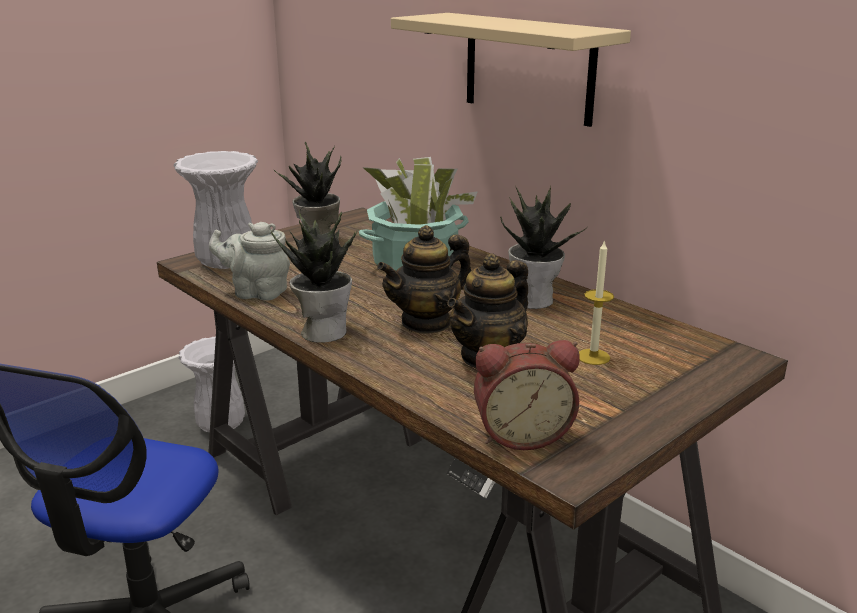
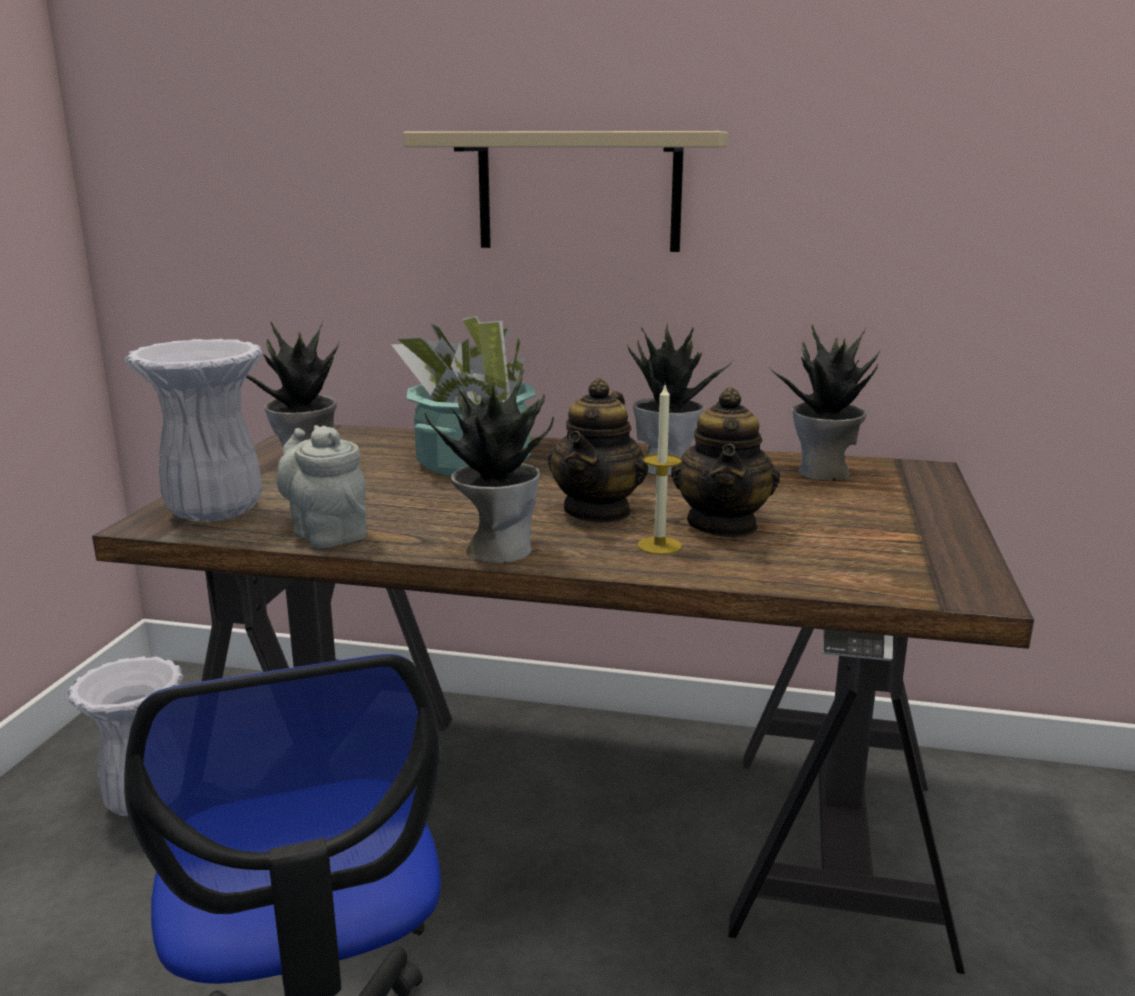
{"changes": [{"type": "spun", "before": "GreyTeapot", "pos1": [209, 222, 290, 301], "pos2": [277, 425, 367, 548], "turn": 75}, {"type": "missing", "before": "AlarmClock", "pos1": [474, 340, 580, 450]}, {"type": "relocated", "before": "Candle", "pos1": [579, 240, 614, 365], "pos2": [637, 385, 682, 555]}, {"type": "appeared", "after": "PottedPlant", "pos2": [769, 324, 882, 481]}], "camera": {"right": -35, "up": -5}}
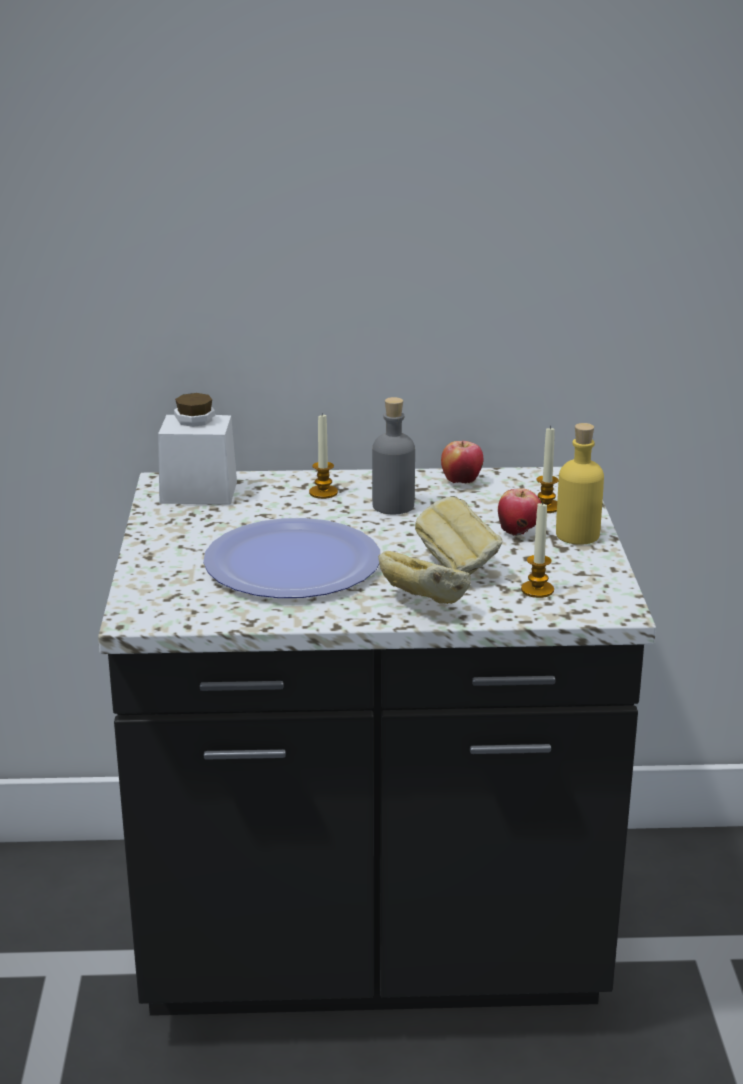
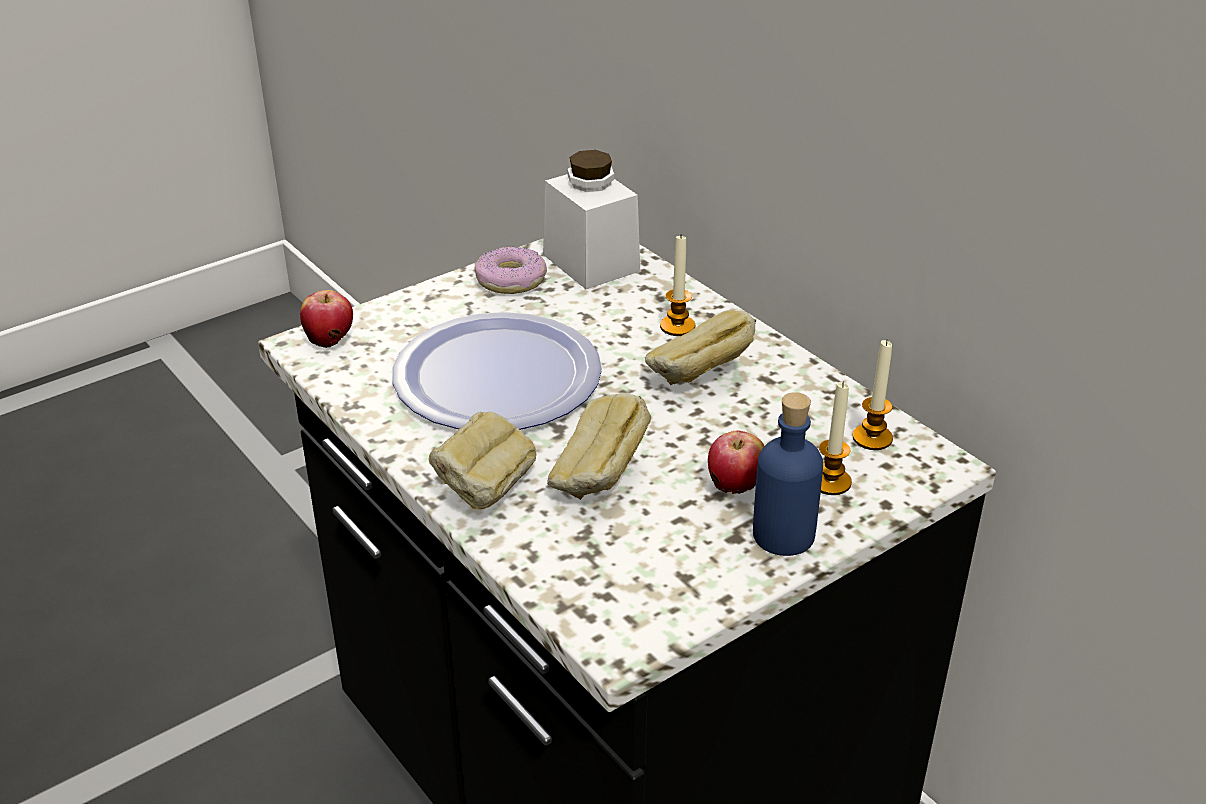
{"changes": [{"type": "exchanged", "before": "GreyBottle", "after": "Bread", "pos1": [372, 397, 415, 514], "pos2": [645, 310, 756, 385]}, {"type": "relocated", "before": "Apple", "pos1": [441, 441, 484, 483], "pos2": [300, 290, 353, 348]}, {"type": "relocated", "before": "Candle", "pos1": [521, 501, 554, 598], "pos2": [853, 340, 893, 450]}, {"type": "colour", "before": "YellowBottle", "after": "BlueBottle", "pos1": [556, 423, 604, 545], "pos2": [753, 392, 823, 556]}, {"type": "appeared", "after": "Donut", "pos2": [474, 247, 547, 294]}], "camera": {"right": 55, "up": 10}}
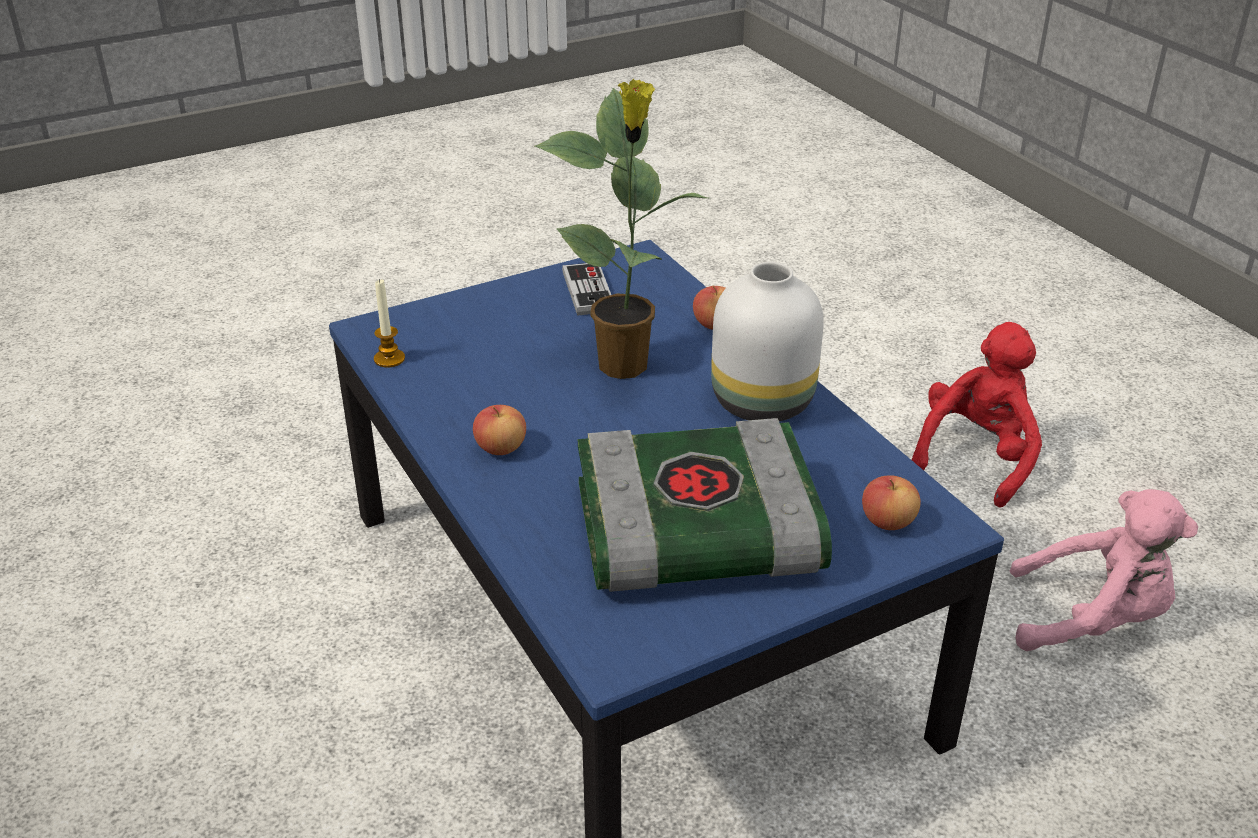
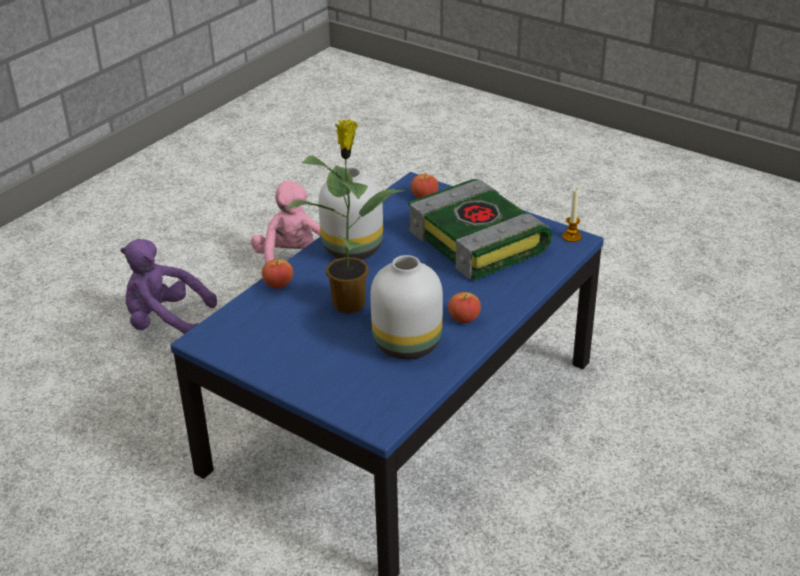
{"changes": [{"type": "relocated", "before": "Candle", "pos1": [374, 279, 405, 368], "pos2": [562, 188, 581, 242]}, {"type": "missing", "before": "GameController", "pos1": [562, 263, 611, 316]}, {"type": "colour", "before": "RedPlushToy", "after": "PurplePlushToy", "pos1": [912, 322, 1042, 508], "pos2": [121, 239, 217, 334]}, {"type": "appeared", "after": "WhiteVase", "pos2": [370, 255, 443, 359]}], "camera": {"right": -115, "up": 0}}
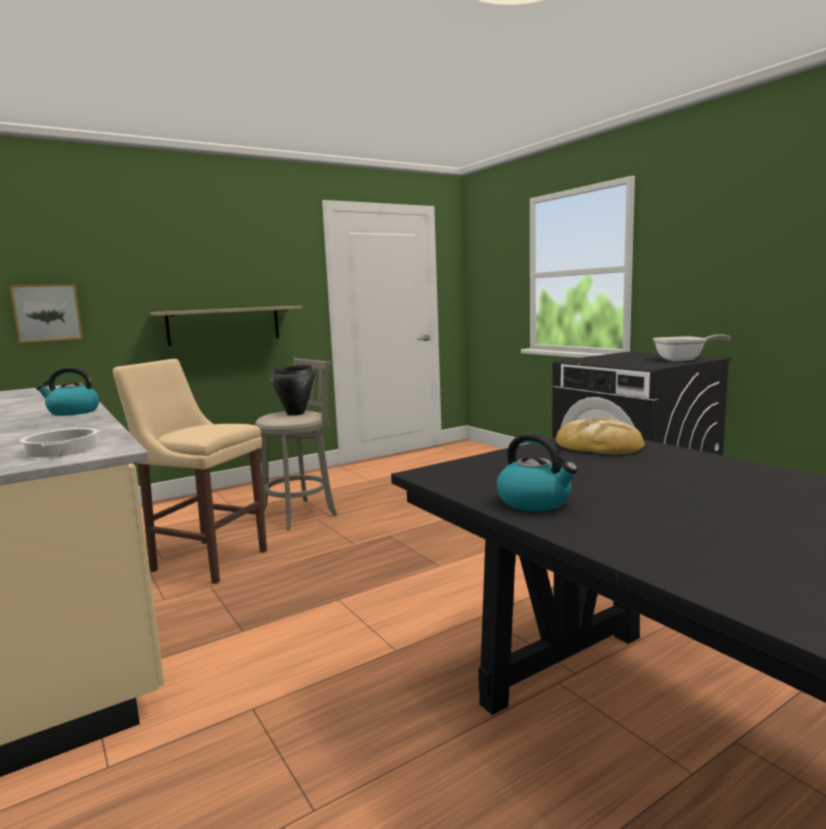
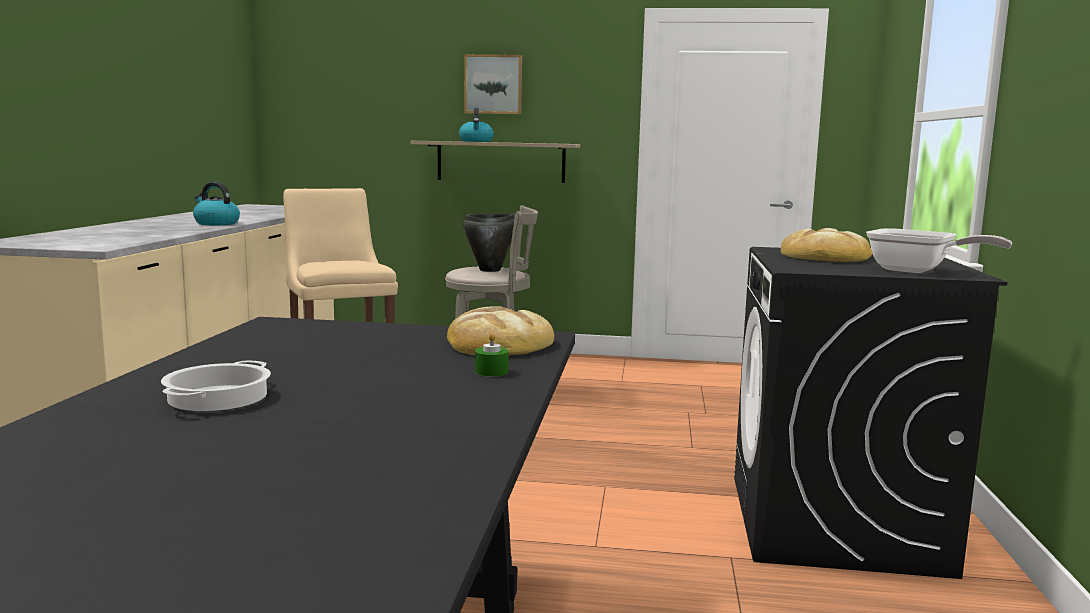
{"changes": [{"type": "relocated", "before": "Picture", "pos1": [10, 283, 83, 343], "pos2": [464, 54, 522, 114]}, {"type": "relocated", "before": "CookingPot", "pos1": [20, 427, 99, 457], "pos2": [161, 360, 271, 411]}, {"type": "relocated", "before": "Kettle", "pos1": [497, 433, 578, 511], "pos2": [459, 108, 494, 142]}, {"type": "appeared", "after": "GreenCandle", "pos2": [475, 333, 509, 376]}, {"type": "appeared", "after": "Bread", "pos2": [781, 228, 872, 262]}], "camera": {"right": 40, "up": 0}}
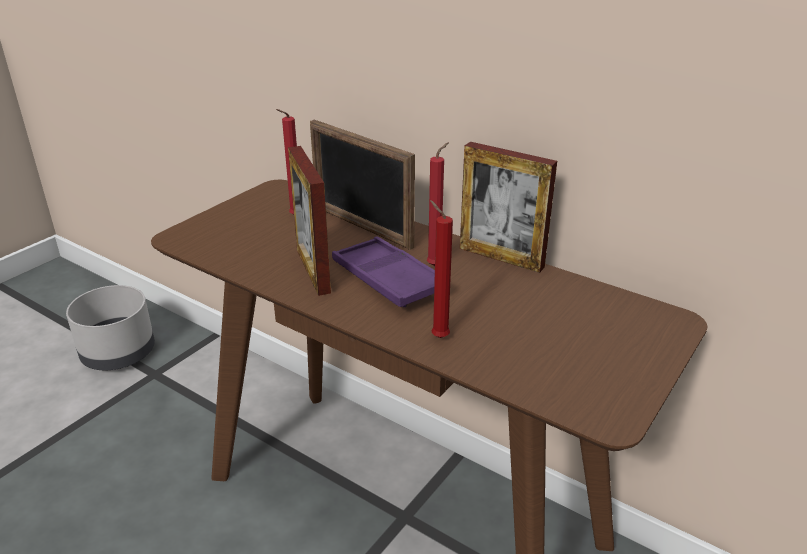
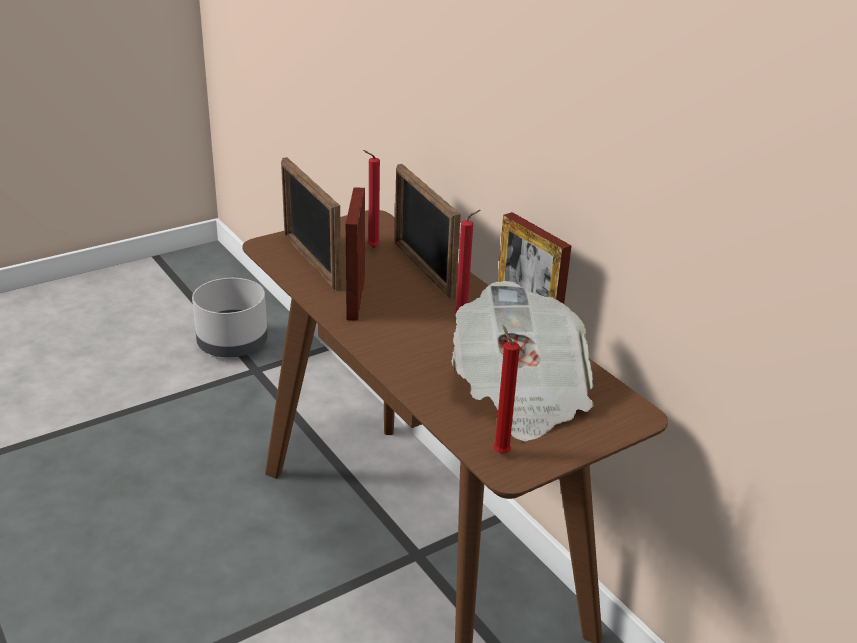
{"changes": [{"type": "missing", "before": "PurpleTray", "pos1": [332, 236, 435, 307]}, {"type": "relocated", "before": "RedCandle", "pos1": [430, 200, 453, 338], "pos2": [493, 325, 520, 454]}, {"type": "appeared", "after": "PictureFrame", "pos2": [281, 157, 341, 291]}, {"type": "appeared", "after": "Newspaper", "pos2": [451, 281, 594, 442]}], "camera": {"right": 20, "up": 0}}
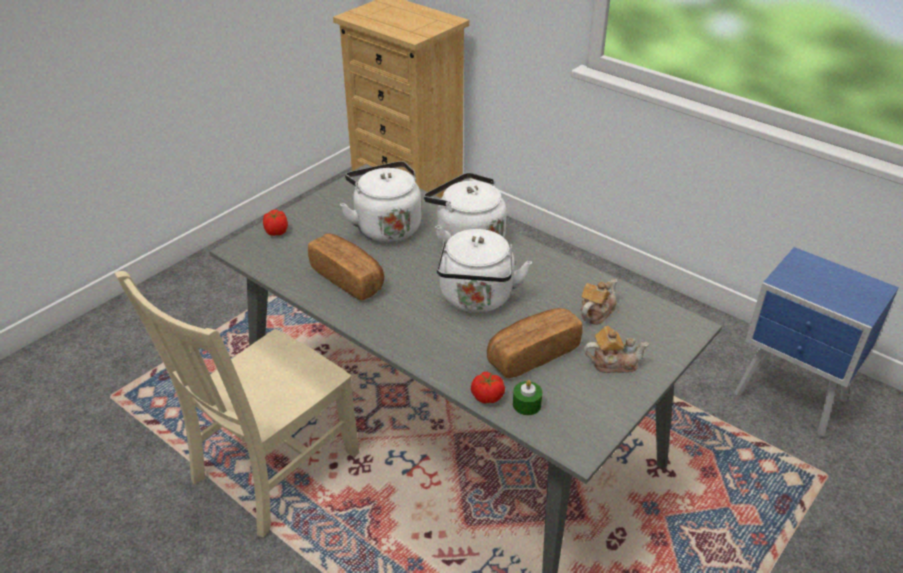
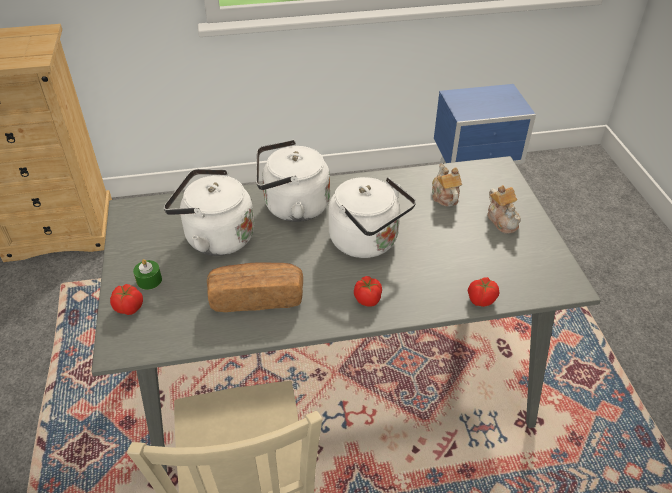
{"changes": [{"type": "missing", "before": "Bread", "pos1": [487, 308, 583, 378]}, {"type": "relocated", "before": "GreenCandle", "pos1": [513, 380, 543, 415], "pos2": [133, 259, 162, 290]}, {"type": "spun", "before": "Teapot", "pos1": [584, 326, 649, 373], "pos2": [487, 185, 521, 234], "turn": 120}, {"type": "appeared", "after": "Tomato", "pos2": [354, 276, 382, 307]}], "camera": {"right": -50, "up": 5}}
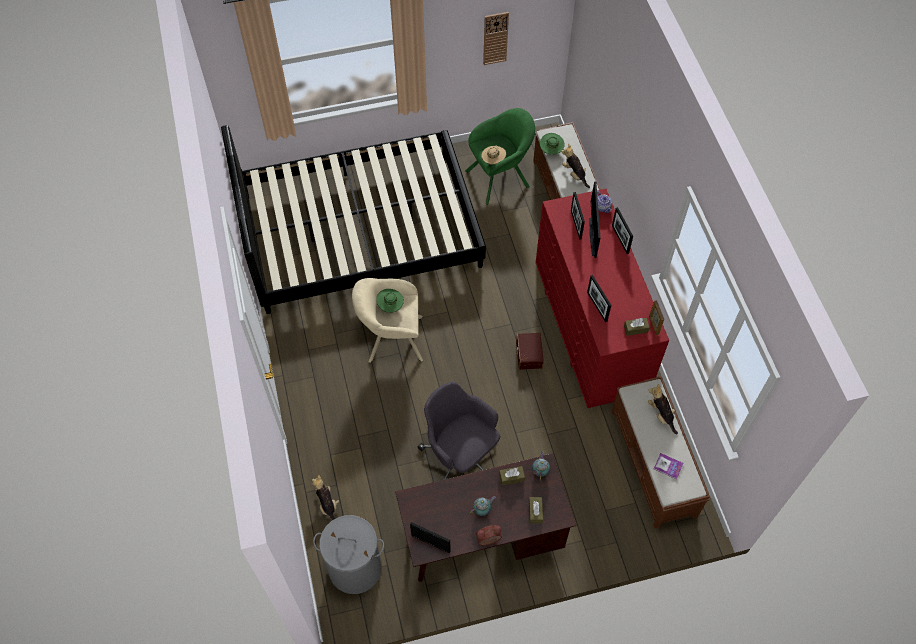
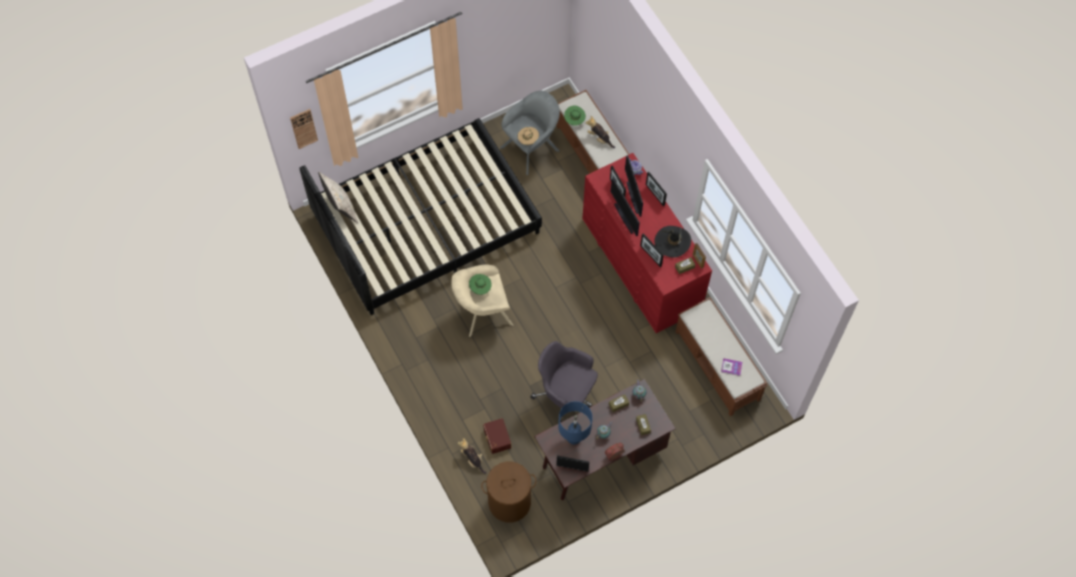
{"changes": [{"type": "colour", "before": "GreyLaundryBasket", "after": "BrownLaundryBasket", "pos1": [313, 515, 384, 594], "pos2": [481, 462, 536, 523]}, {"type": "colour", "before": "GreenArmchair", "after": "GreyArmchair", "pos1": [465, 108, 535, 205], "pos2": [500, 91, 560, 175]}, {"type": "relocated", "before": "WallClock", "pos1": [483, 12, 509, 65], "pos2": [290, 109, 318, 149]}, {"type": "relocated", "before": "BrownStorageBox", "pos1": [516, 333, 544, 370], "pos2": [483, 418, 511, 454]}, {"type": "missing", "before": "PlushToy", "pos1": [648, 384, 678, 434]}, {"type": "appeared", "after": "BeigePillow", "pos2": [318, 172, 358, 223]}, {"type": "appeared", "after": "BlueTableLamp", "pos2": [558, 401, 593, 445]}, {"type": "appeared", "after": "Monitor", "pos2": [611, 178, 640, 236]}, {"type": "appeared", "after": "BlackHat", "pos2": [654, 226, 691, 257]}], "camera": {"right": -15, "up": 5}}
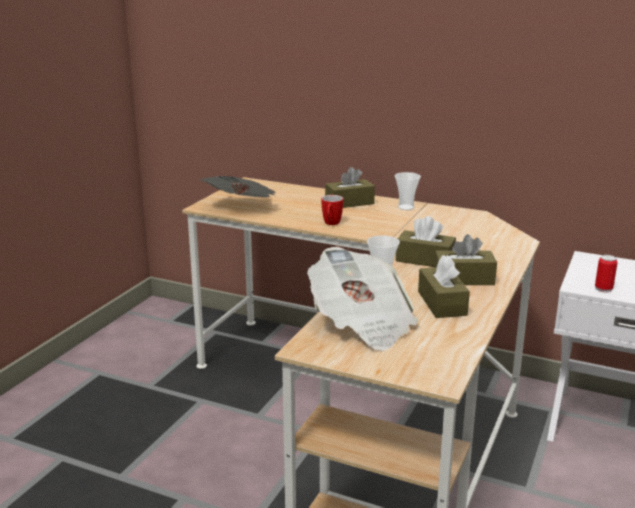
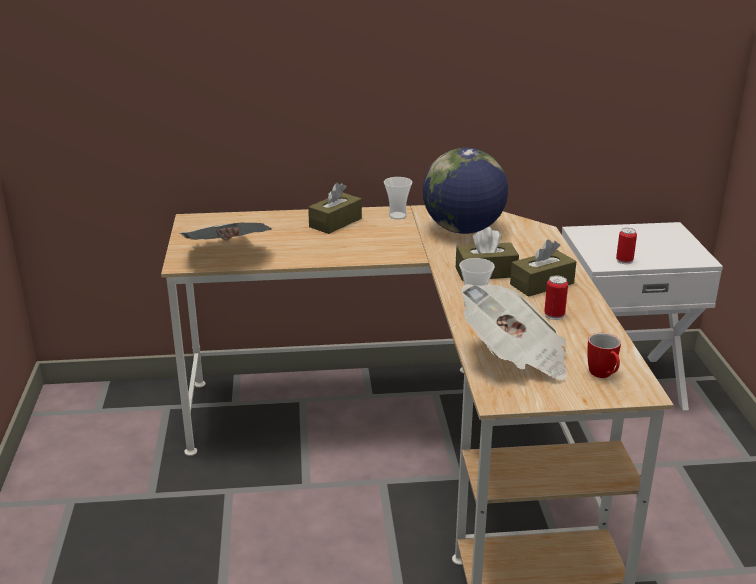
{"changes": [{"type": "relocated", "before": "Mug", "pos1": [321, 195, 344, 225], "pos2": [587, 333, 621, 378]}, {"type": "exchanged", "before": "BrownTissueBox", "after": "Can", "pos1": [418, 255, 470, 318], "pos2": [544, 275, 568, 320]}, {"type": "appeared", "after": "Globe", "pos2": [423, 148, 508, 234]}], "camera": {"right": -30, "up": 5}}
